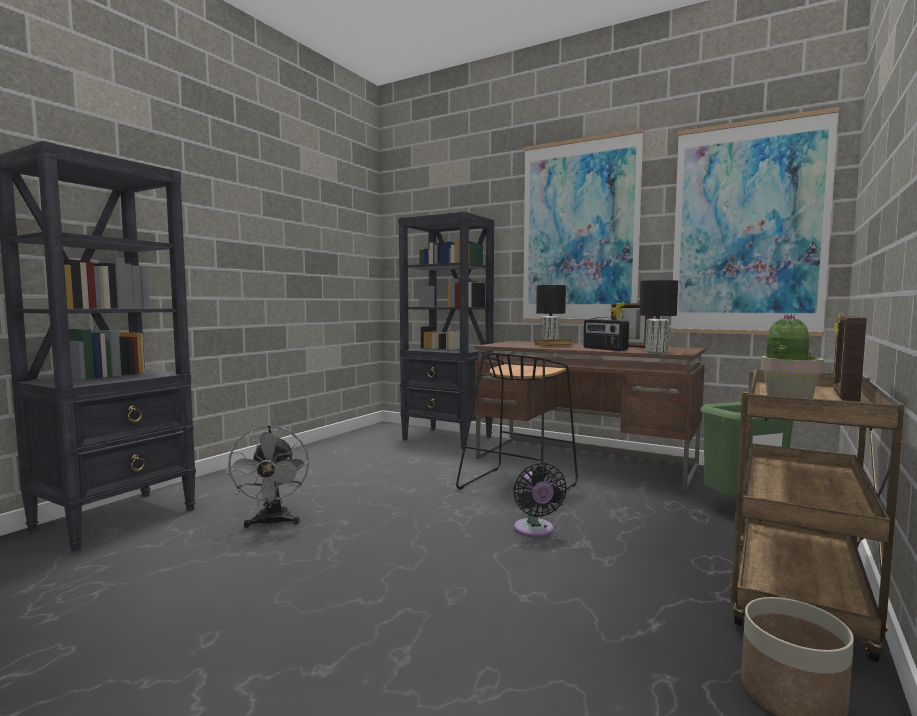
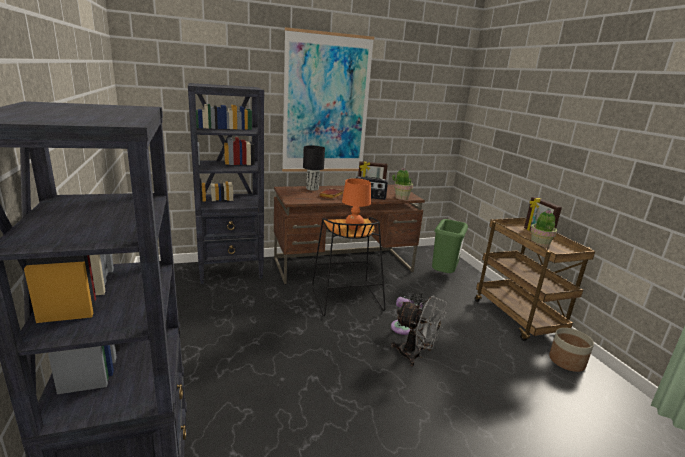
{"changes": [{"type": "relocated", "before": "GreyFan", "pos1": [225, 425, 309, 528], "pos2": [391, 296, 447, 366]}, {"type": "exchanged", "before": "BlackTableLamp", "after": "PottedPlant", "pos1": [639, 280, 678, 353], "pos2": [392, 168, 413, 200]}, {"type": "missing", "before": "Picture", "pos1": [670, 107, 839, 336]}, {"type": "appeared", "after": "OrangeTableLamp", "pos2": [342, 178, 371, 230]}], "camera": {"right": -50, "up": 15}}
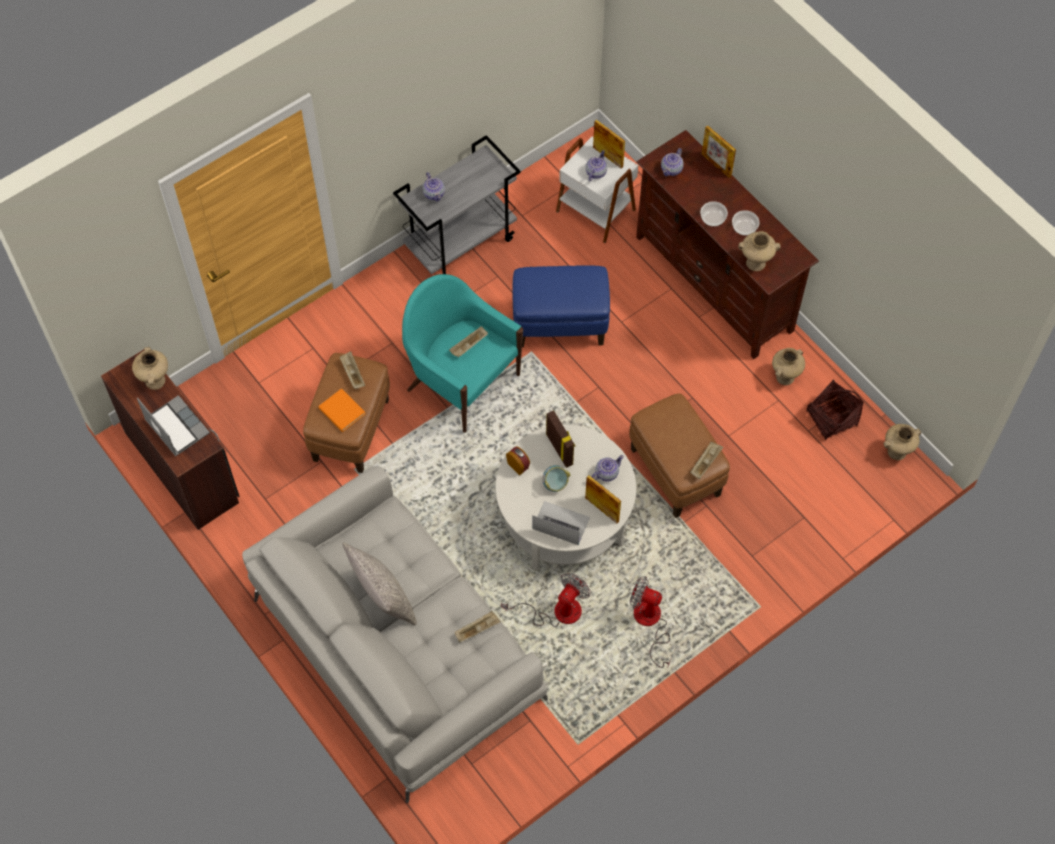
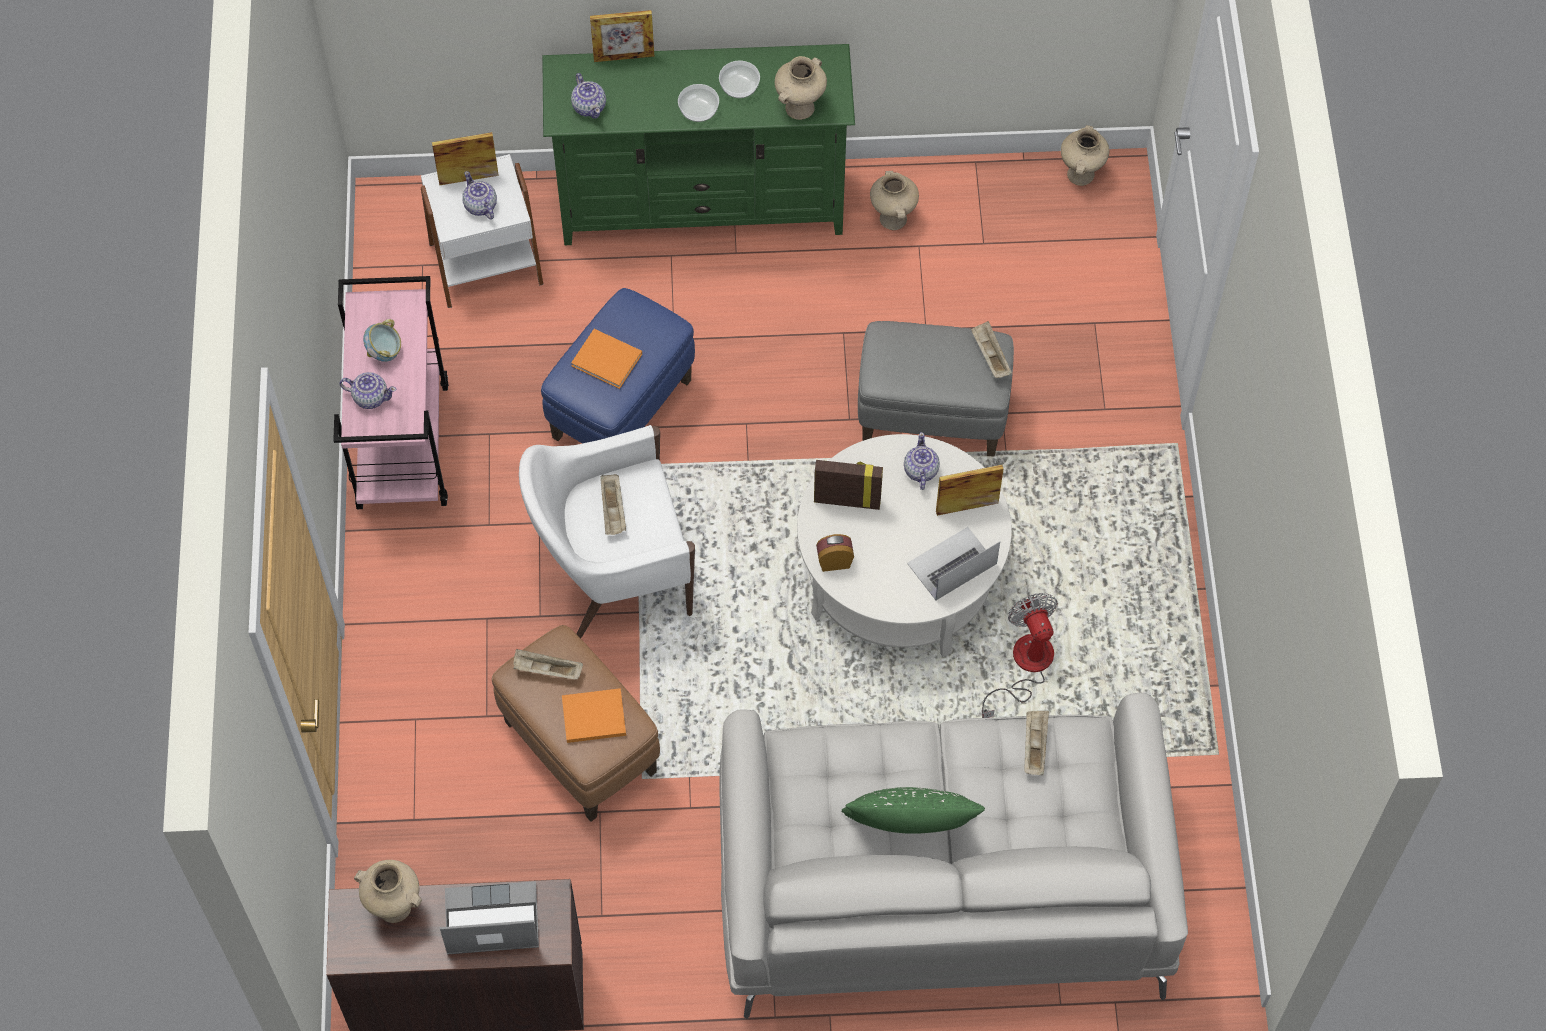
{"changes": [{"type": "colour", "before": "GreyPillow", "after": "GreenPillow", "pos1": [342, 542, 417, 625], "pos2": [841, 787, 985, 834]}, {"type": "colour", "before": "GreyCart", "after": "PinkCart", "pos1": [393, 135, 521, 274], "pos2": [333, 276, 449, 509]}, {"type": "colour", "before": "TurquoiseArmchair", "after": "WhiteArmchair", "pos1": [402, 274, 523, 433], "pos2": [519, 425, 695, 638]}, {"type": "relocated", "before": "Bowl", "pos1": [542, 465, 570, 492], "pos2": [363, 319, 401, 362]}, {"type": "colour", "before": "BrownOttoman", "after": "GreyOttoman", "pos1": [629, 393, 730, 518], "pos2": [858, 321, 1014, 457]}, {"type": "missing", "before": "Fan", "pos1": [630, 576, 671, 668]}, {"type": "colour", "before": "BrownTvStand", "after": "GreenTvStand", "pos1": [636, 130, 819, 359], "pos2": [542, 44, 855, 245]}, {"type": "missing", "before": "Basket", "pos1": [806, 380, 864, 440]}, {"type": "appeared", "after": "OrangeBook", "pos2": [571, 329, 642, 389]}], "camera": {"right": -55, "up": 0}}
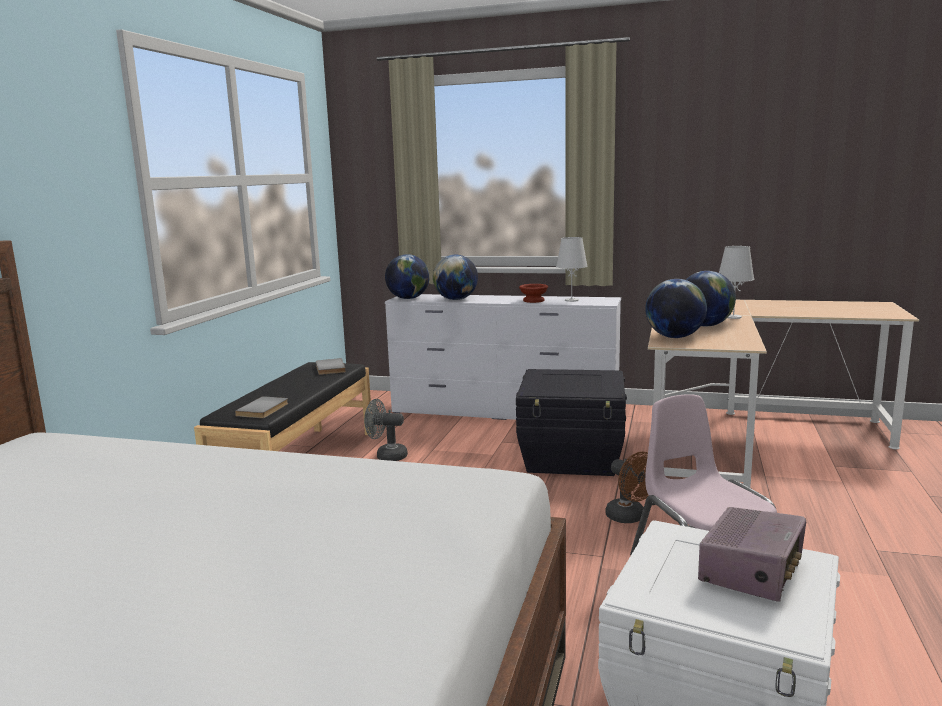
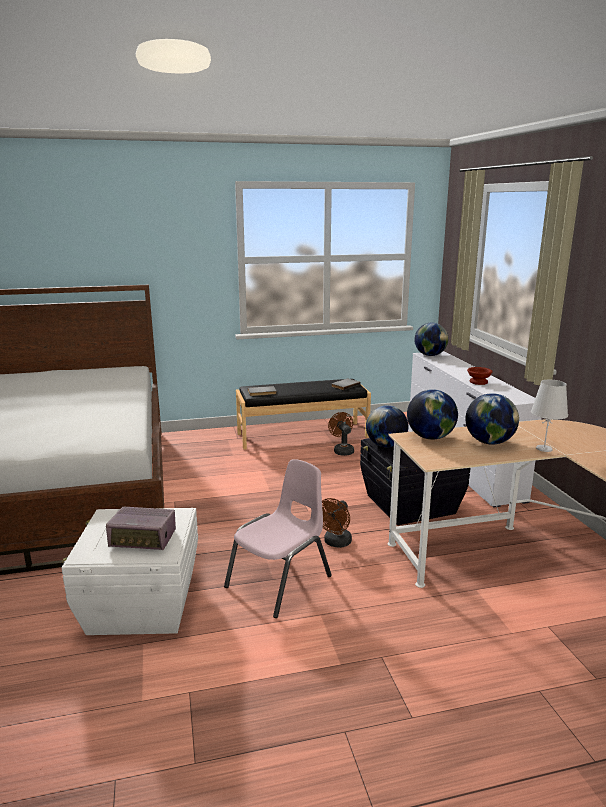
{"changes": [{"type": "colour", "before": "GreyFan", "after": "BrownFan", "pos1": [364, 399, 408, 461], "pos2": [328, 412, 354, 456]}, {"type": "relocated", "before": "Globe", "pos1": [433, 254, 478, 300], "pos2": [366, 405, 408, 447]}, {"type": "missing", "before": "WhiteTableLamp", "pos1": [556, 237, 588, 302]}], "camera": {"right": 60, "up": 5}}
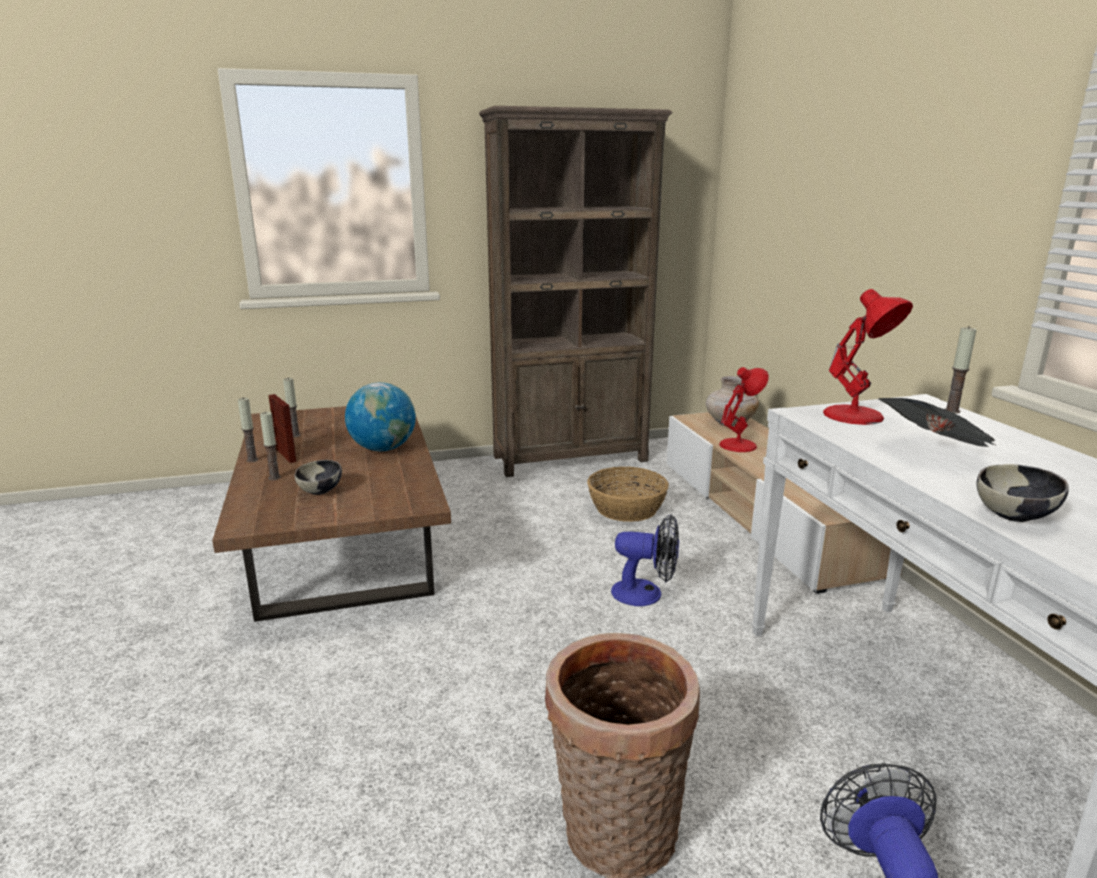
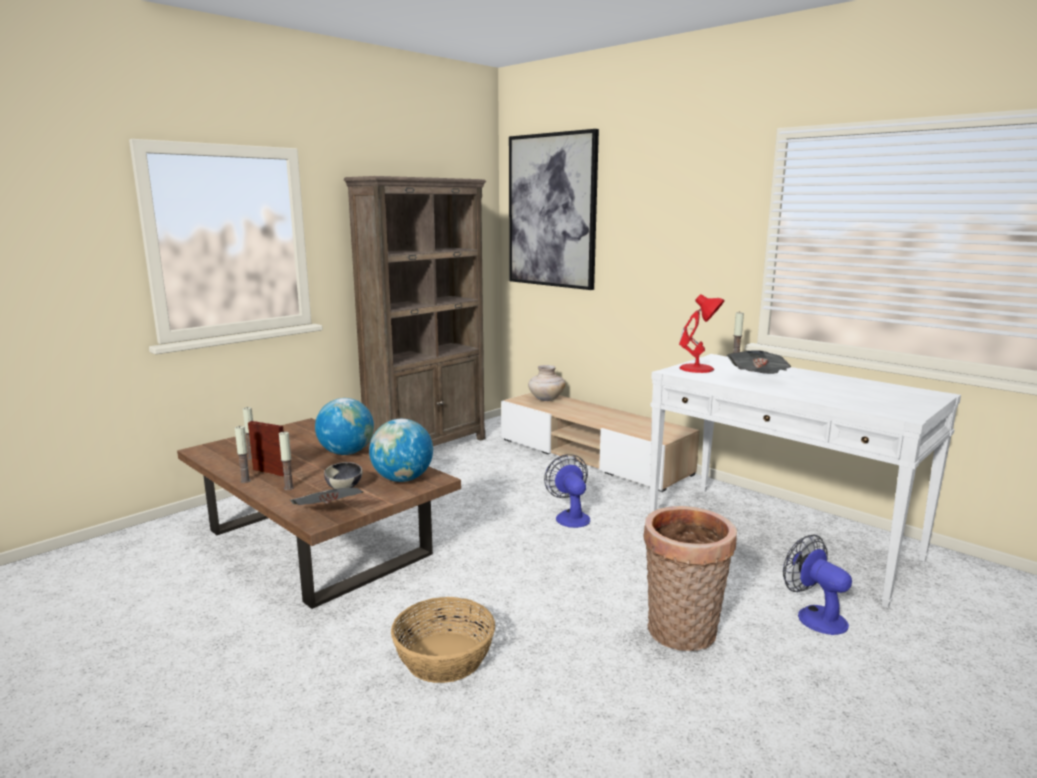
{"changes": [{"type": "relocated", "before": "Basket", "pos1": [587, 467, 669, 522], "pos2": [391, 597, 495, 683]}, {"type": "spun", "before": "Fan", "pos1": [611, 514, 679, 606], "pos2": [544, 454, 590, 528], "turn": -90}, {"type": "missing", "before": "RedTableLamp", "pos1": [719, 367, 769, 452]}, {"type": "missing", "before": "Bowl", "pos1": [977, 464, 1069, 522]}, {"type": "appeared", "after": "Newspaper", "pos2": [290, 488, 363, 505]}, {"type": "appeared", "after": "Globe", "pos2": [369, 419, 433, 482]}, {"type": "appeared", "after": "Picture", "pos2": [509, 129, 599, 290]}], "camera": {"right": -30, "up": -5}}
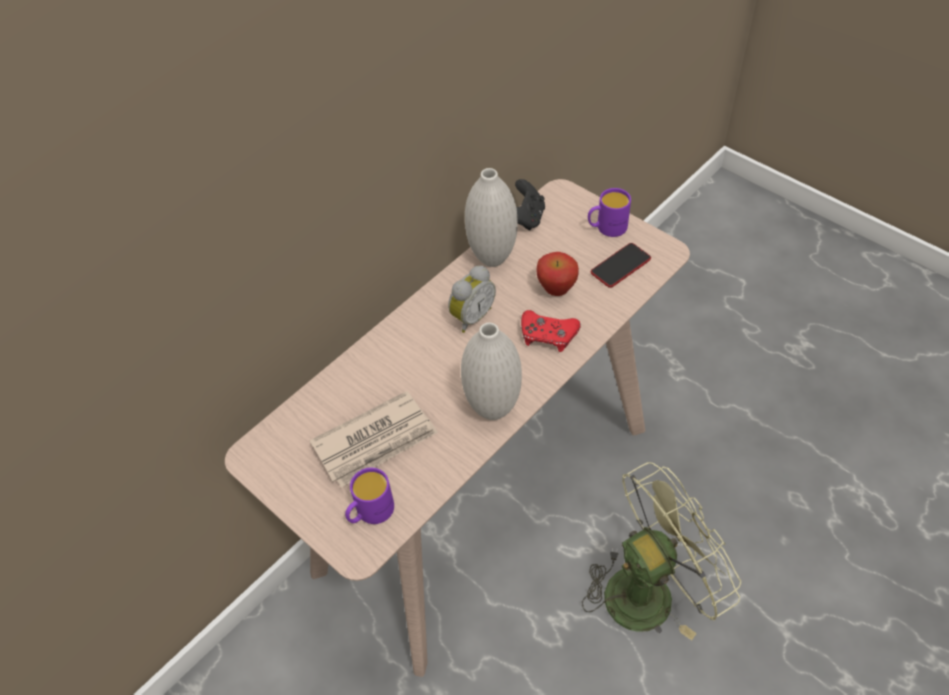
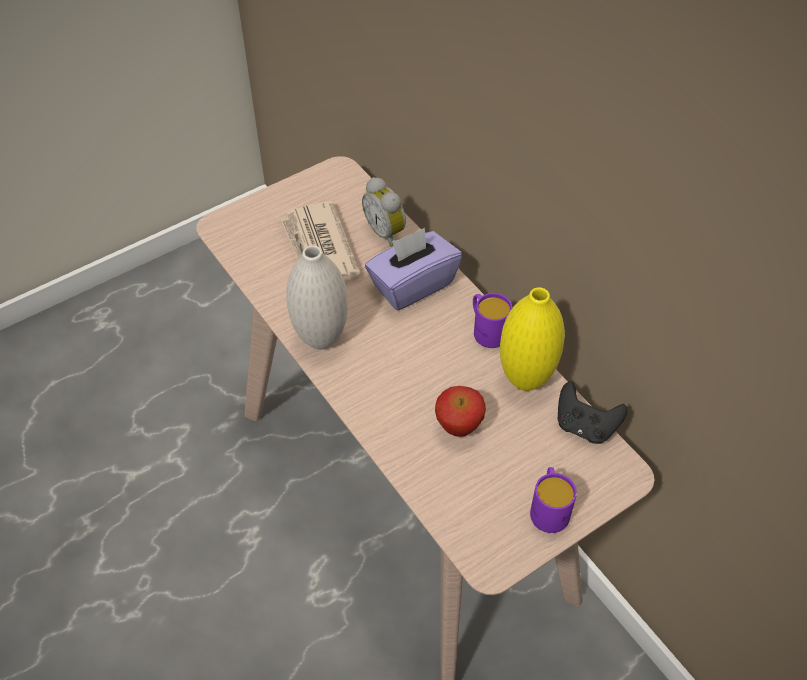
{"changes": [{"type": "relocated", "before": "PurpleMug", "pos1": [345, 468, 394, 524], "pos2": [473, 293, 512, 348]}, {"type": "relocated", "before": "AlarmClock", "pos1": [448, 266, 496, 333], "pos2": [362, 177, 406, 247]}, {"type": "colour", "before": "WhiteVase", "after": "YellowVase", "pos1": [465, 168, 518, 267], "pos2": [500, 287, 565, 391]}, {"type": "missing", "before": "RedGameController", "pos1": [521, 310, 581, 352]}, {"type": "missing", "before": "GreenFan", "pos1": [582, 462, 741, 640]}, {"type": "missing", "before": "Phone", "pos1": [591, 243, 651, 288]}, {"type": "appeared", "after": "PurpleTissueBox", "pos2": [365, 228, 462, 310]}], "camera": {"right": 100, "up": 0}}
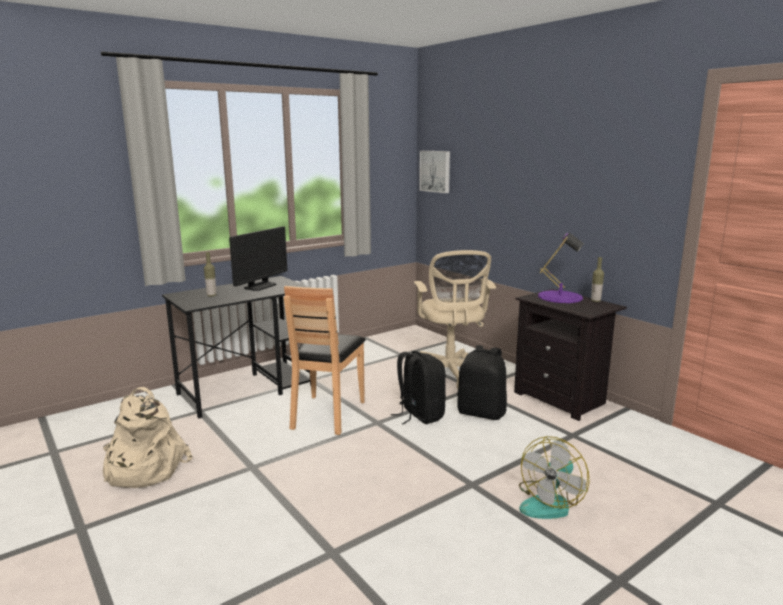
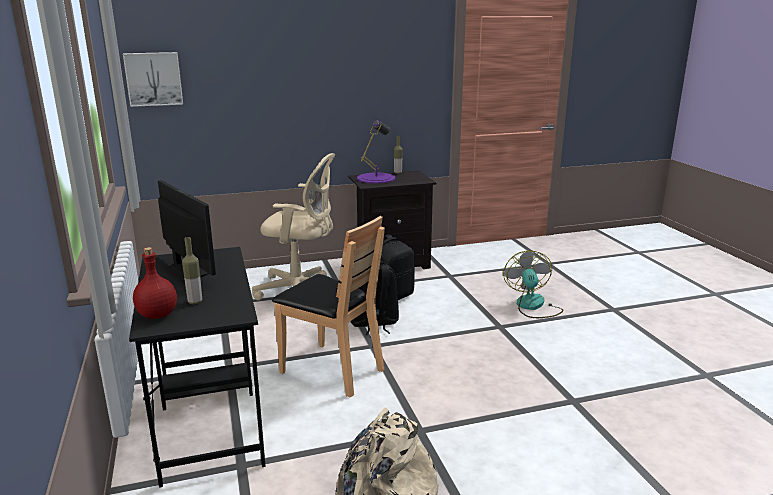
{"changes": [{"type": "spun", "before": "Fan", "pos1": [519, 436, 589, 519], "pos2": [503, 250, 563, 318], "turn": -150}, {"type": "appeared", "after": "RedBottle", "pos2": [133, 247, 177, 319]}], "camera": {"right": -70, "up": 5}}
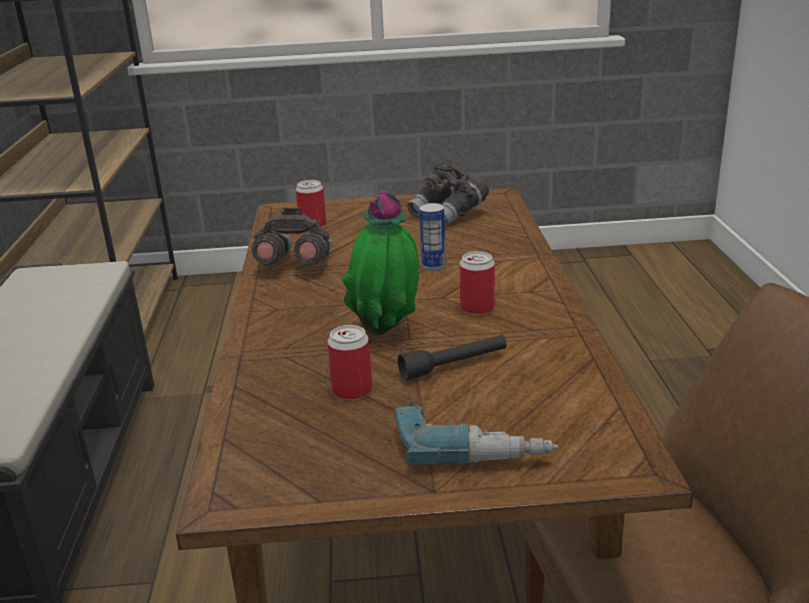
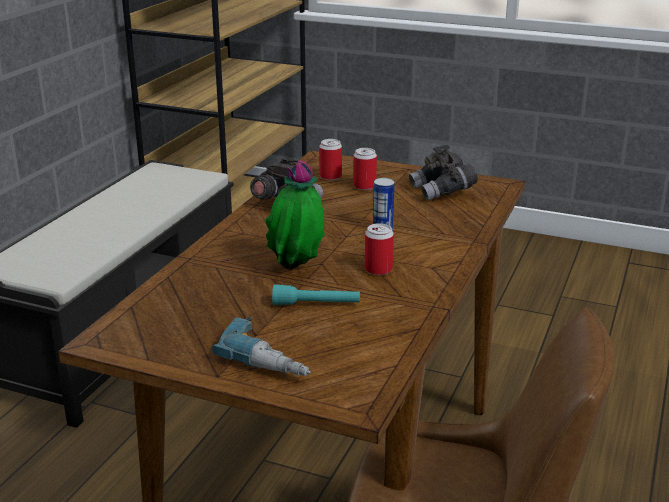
{"changes": [{"type": "relocated", "before": "Can", "pos1": [328, 325, 372, 400], "pos2": [353, 148, 377, 190]}, {"type": "colour", "before": "BlackFlashlight", "after": "TurquoiseFlashlight", "pos1": [398, 335, 507, 381], "pos2": [272, 284, 360, 305]}], "camera": {"right": 25, "up": 0}}
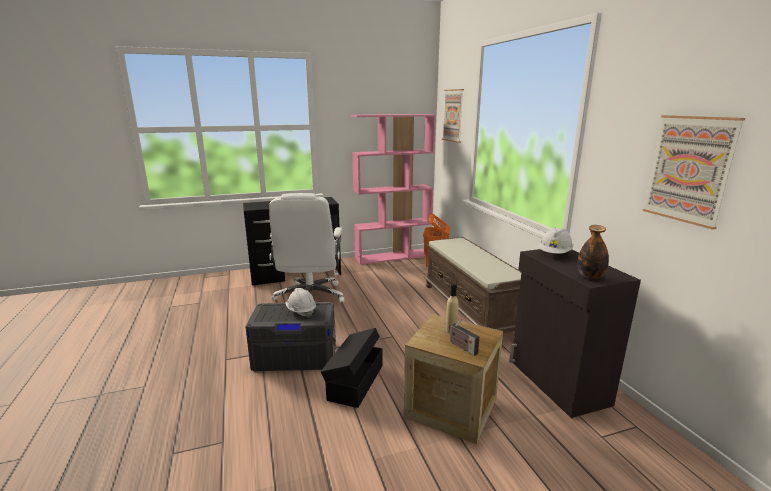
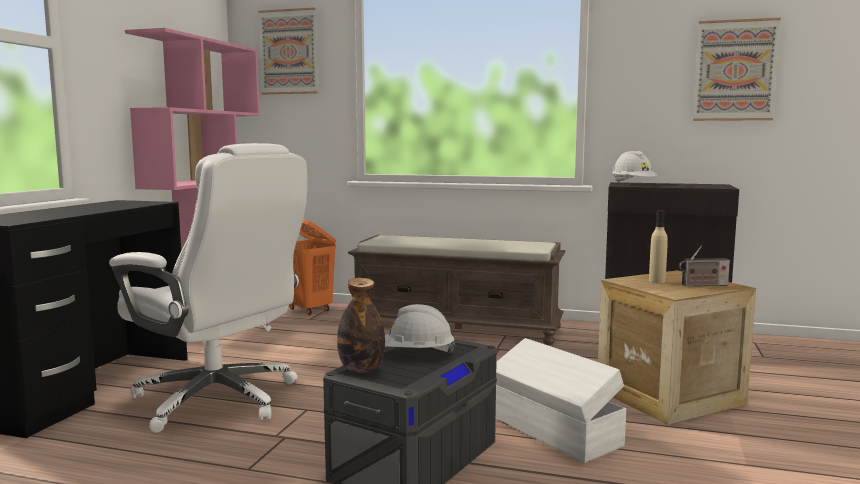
{"changes": [{"type": "colour", "before": "BlackStorageBox", "after": "WhiteStorageBox", "pos1": [321, 328, 383, 408], "pos2": [496, 338, 626, 463]}, {"type": "relocated", "before": "Bottle", "pos1": [578, 225, 609, 279], "pos2": [337, 278, 385, 373]}], "camera": {"right": -55, "up": -10}}
